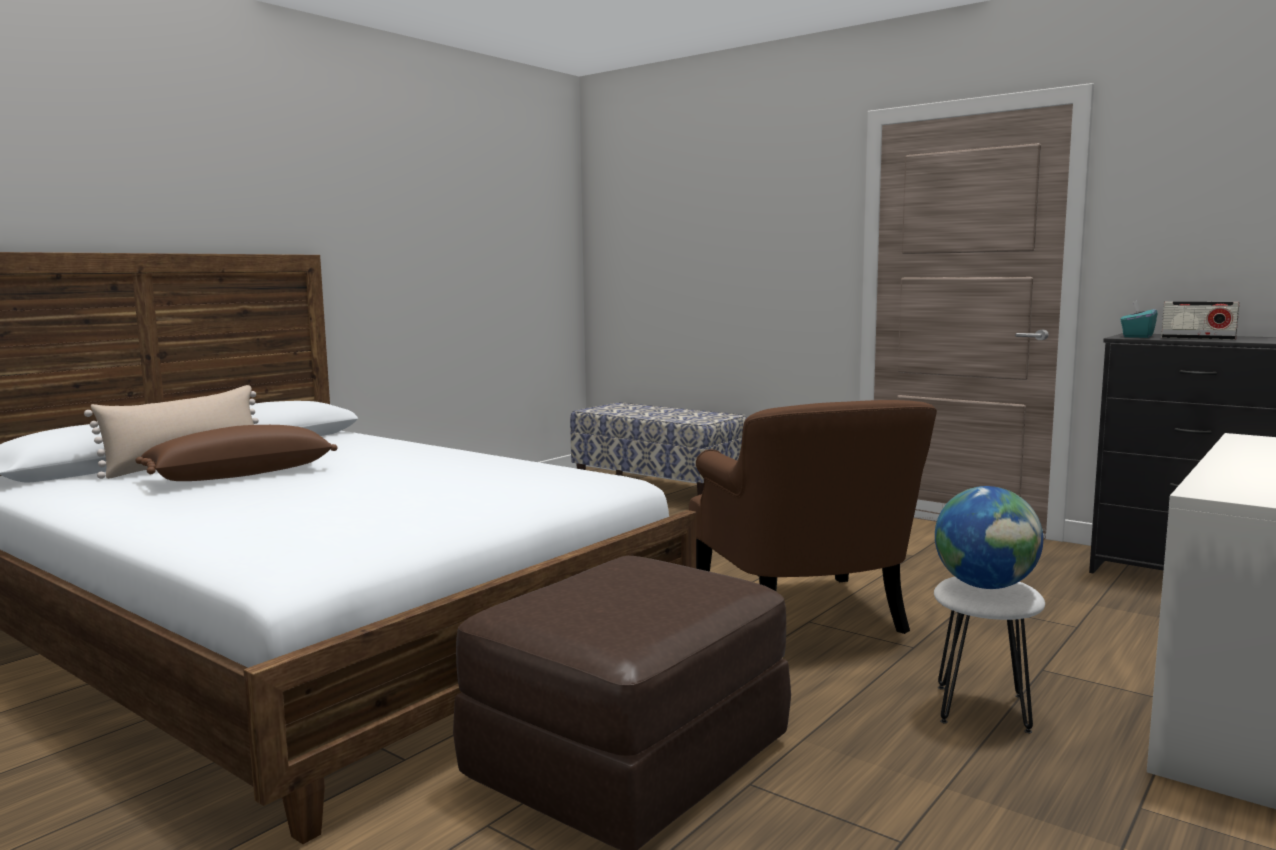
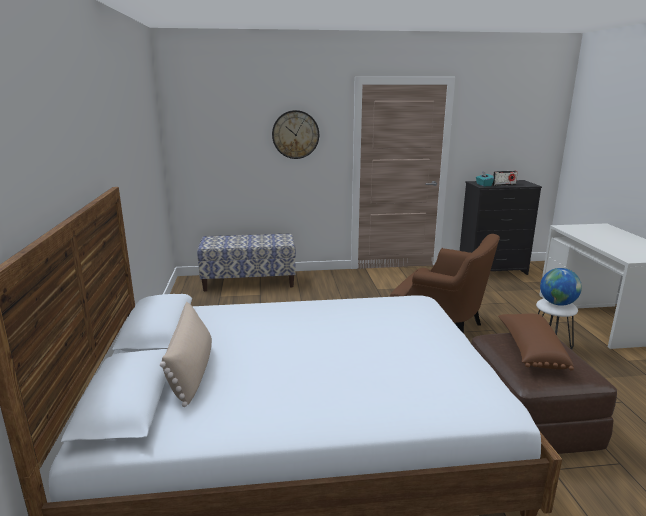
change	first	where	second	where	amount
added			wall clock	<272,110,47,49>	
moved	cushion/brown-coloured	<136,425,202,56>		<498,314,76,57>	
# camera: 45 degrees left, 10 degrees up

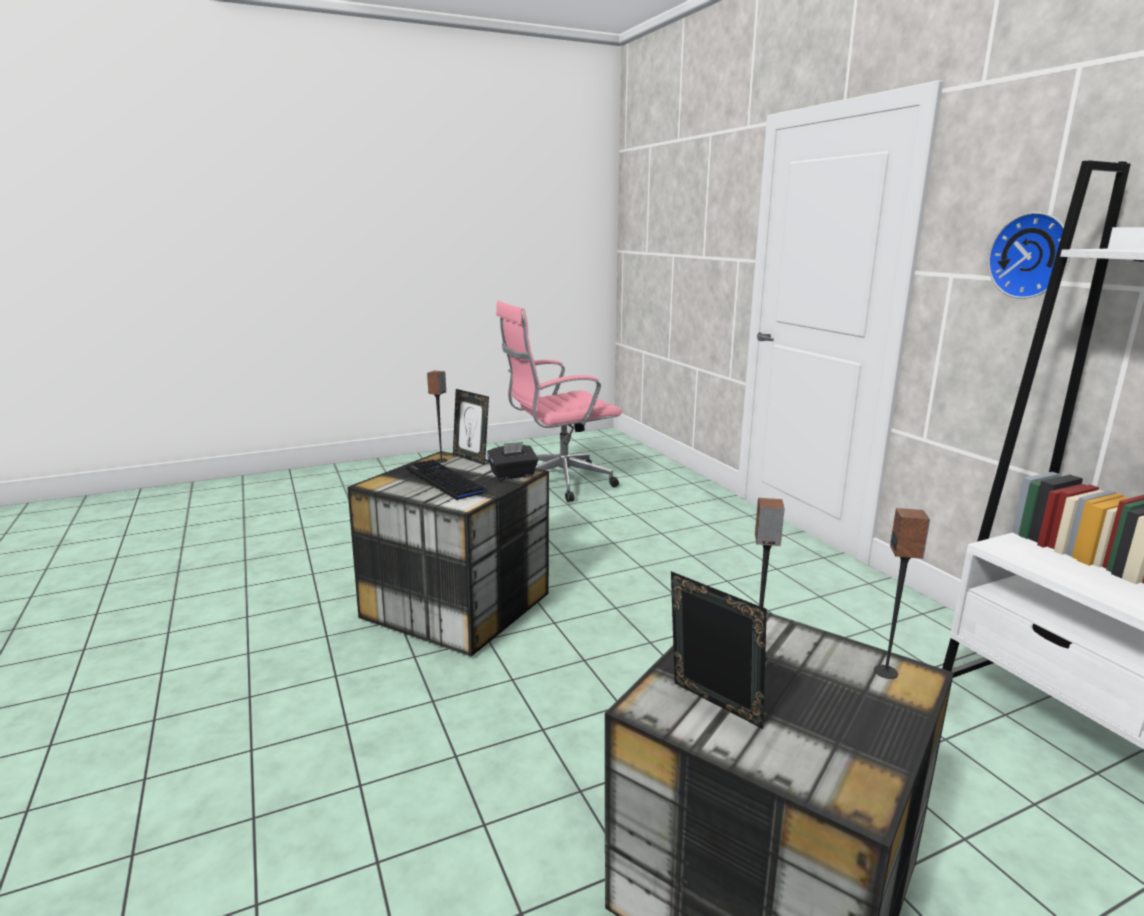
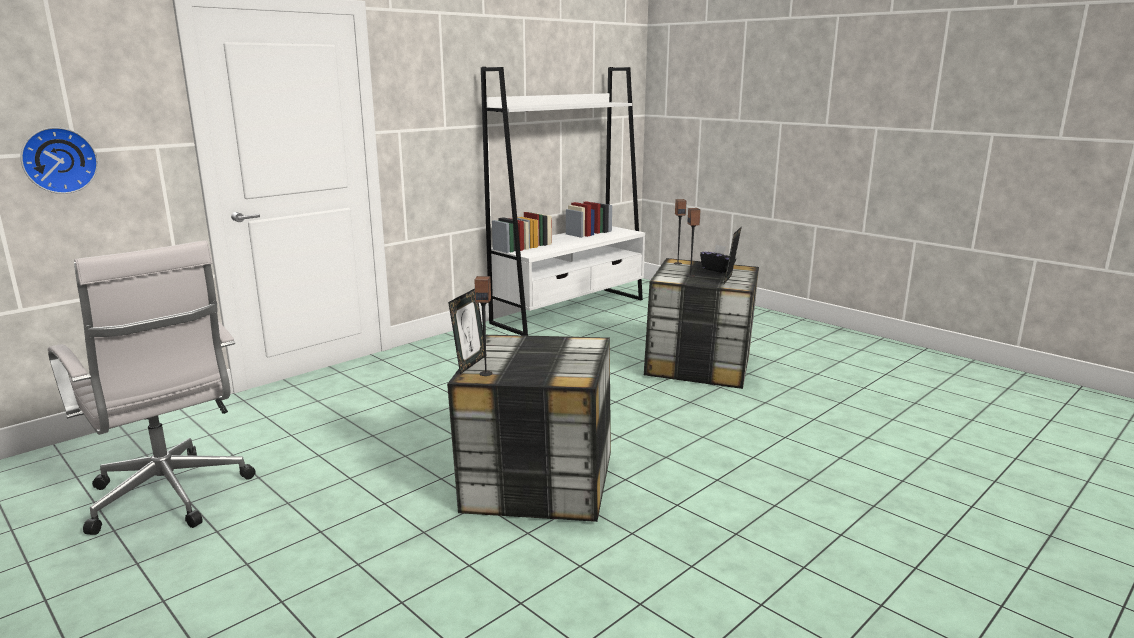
change	first	where	second	where	amount
removed	PC keyboard	<406,460,84,41>			
moved	tissue box/black-coloured	<487,442,51,38>		<700,244,36,29>	
moved	wall clock	<988,212,83,87>		<21,127,77,67>	
recoloured	computer chair/pink-coloured	<496,301,126,201>	computer chair/white	<48,240,208,295>	
# camera: 110 degrees left, 0 degrees up

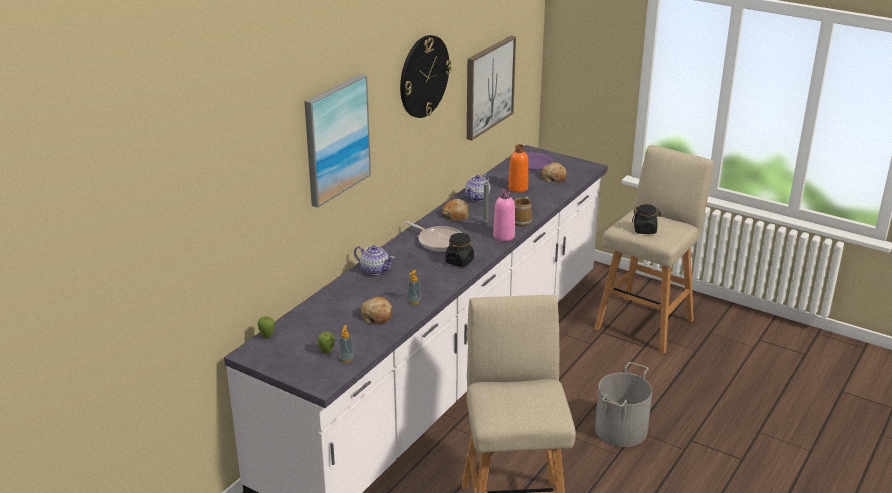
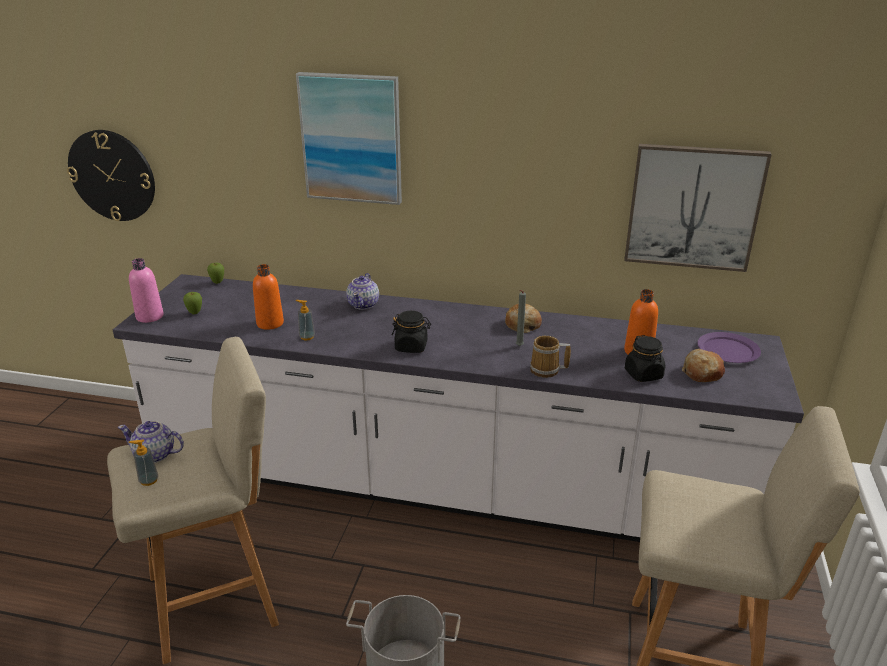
change	first	where	second	where	amount
removed	skillet	<405,221,56,31>			
moved	soap bottle	<339,325,15,38>		<129,439,29,47>	
moved	wall clock	<400,35,51,83>		<67,130,88,91>	
moved	tea pot	<465,174,25,28>		<118,421,66,42>	
moved	beverage bottle/pink-coloured	<493,189,22,52>		<129,258,34,65>	
moved	preserve jar/black-coloured	<632,204,29,30>		<625,335,40,47>	
replaced	bread	<360,297,32,27>	beverage bottle/orangey	<253,264,31,66>	
# camera: 70 degrees right, 0 degrees up

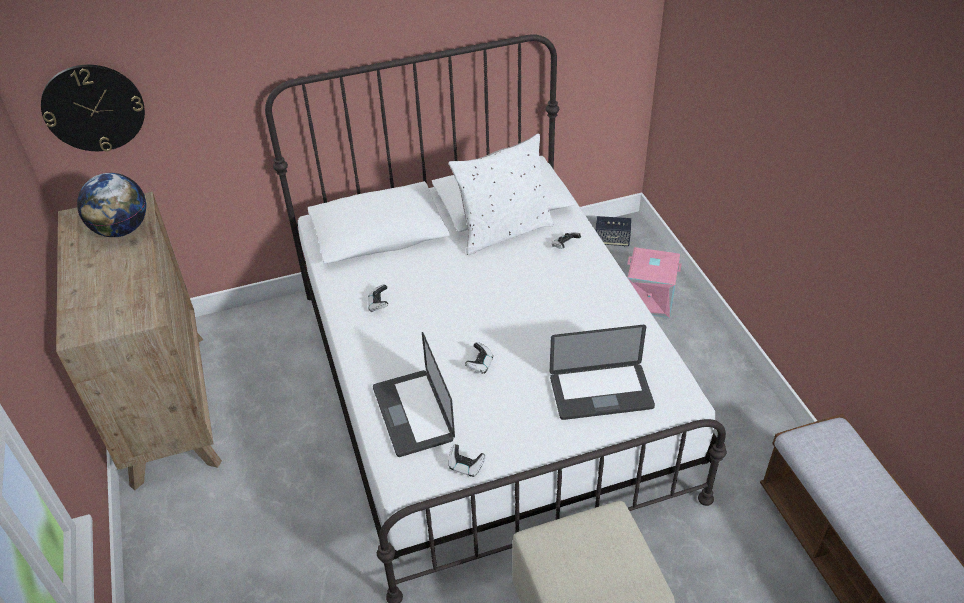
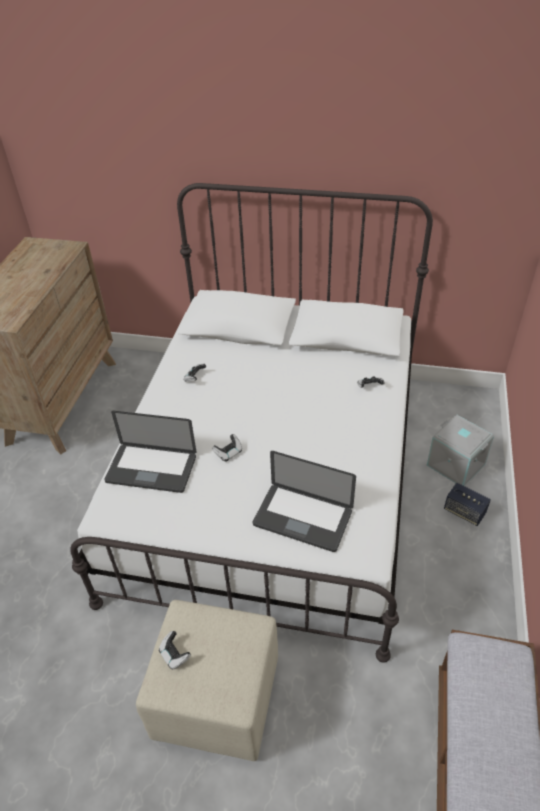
change	first	where	second	where	amount
removed	wall clock	<41,65,104,87>			
removed	desk globe	<77,173,69,64>			
removed	cushion/white	<448,134,106,121>			
moved	game controller	<448,444,38,33>		<159,631,32,38>	
moved	speaker	<596,216,35,30>		<444,483,47,43>	
recoloured	storage bin/pink-coloured	<627,247,55,71>	storage bin/gray	<427,415,67,71>	
turned	portable computer	<373,332,82,125>		<104,411,93,82>	90 degrees counterclockwise
# camera: 30 degrees right, 0 degrees up

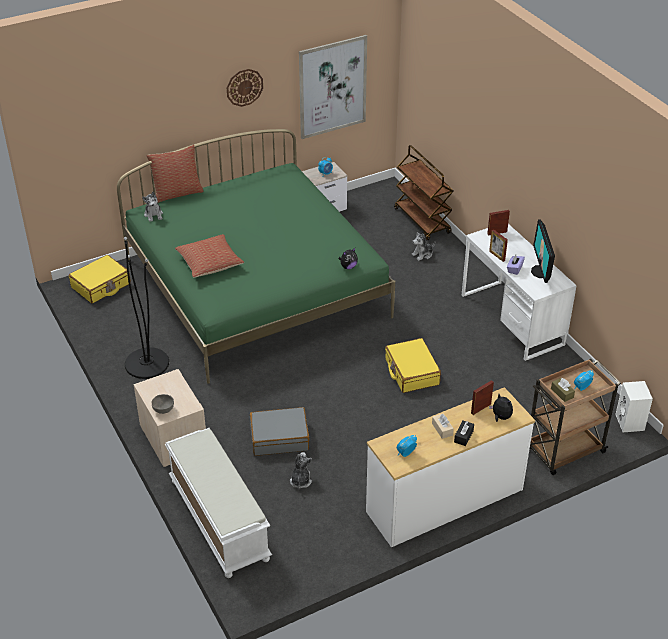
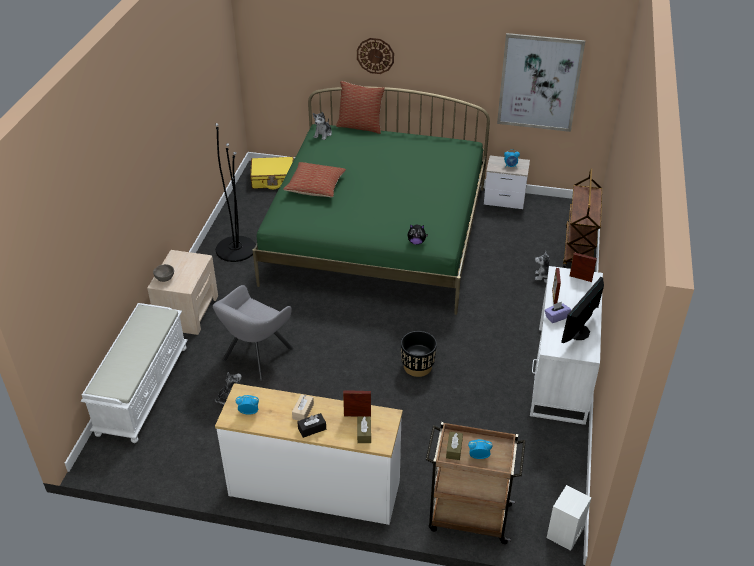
change	first	where	second	where	amount
moved	wall clock	<227,69,36,38>		<357,38,37,36>	
replaced	travel case/gray	<250,407,59,49>	lounge chair/gray	<213,285,81,96>	
replaced	travel case/yellow-coloured	<385,338,56,55>	flower pot/black-coloured	<401,331,36,46>	
replaced	plush toy	<489,394,24,28>	tissue box/brown-coloured	<357,416,14,27>	
# camera: 40 degrees right, 0 degrees up

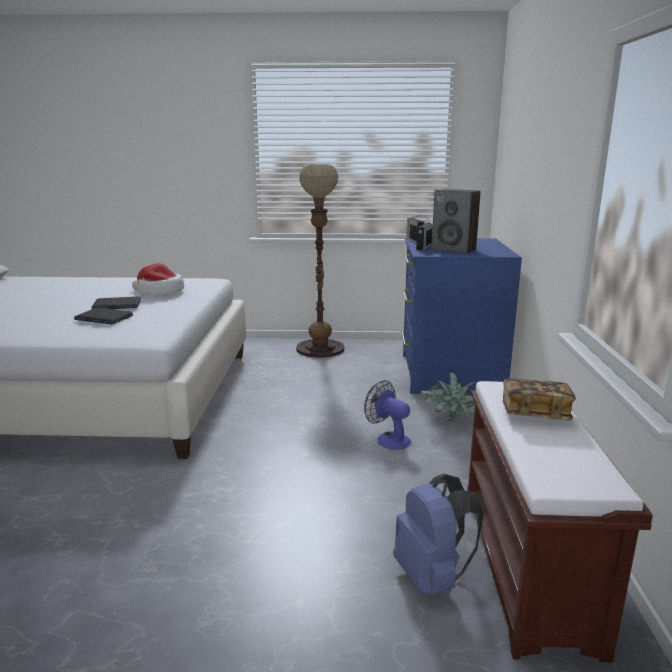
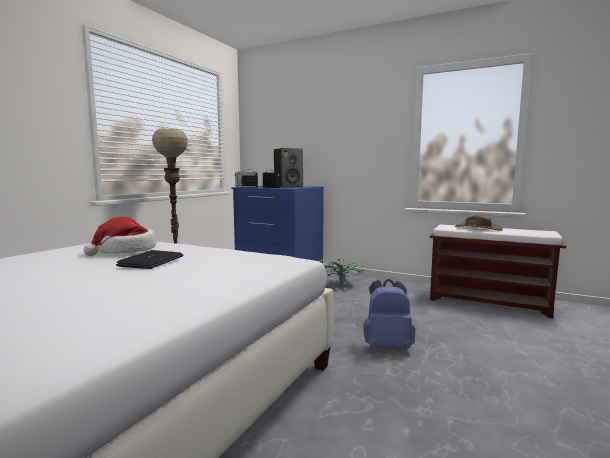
change	first	where	second	where	amount
removed	portable computer	<74,308,59,17>			
removed	electric fan	<364,380,47,70>			
moved	knapsack/blue-coloured	<393,474,91,121>		<363,279,52,70>	
replaced	book	<503,379,73,41>	clothing hat/brown-coloured	<455,215,48,16>	
# camera: 65 degrees left, 10 degrees down

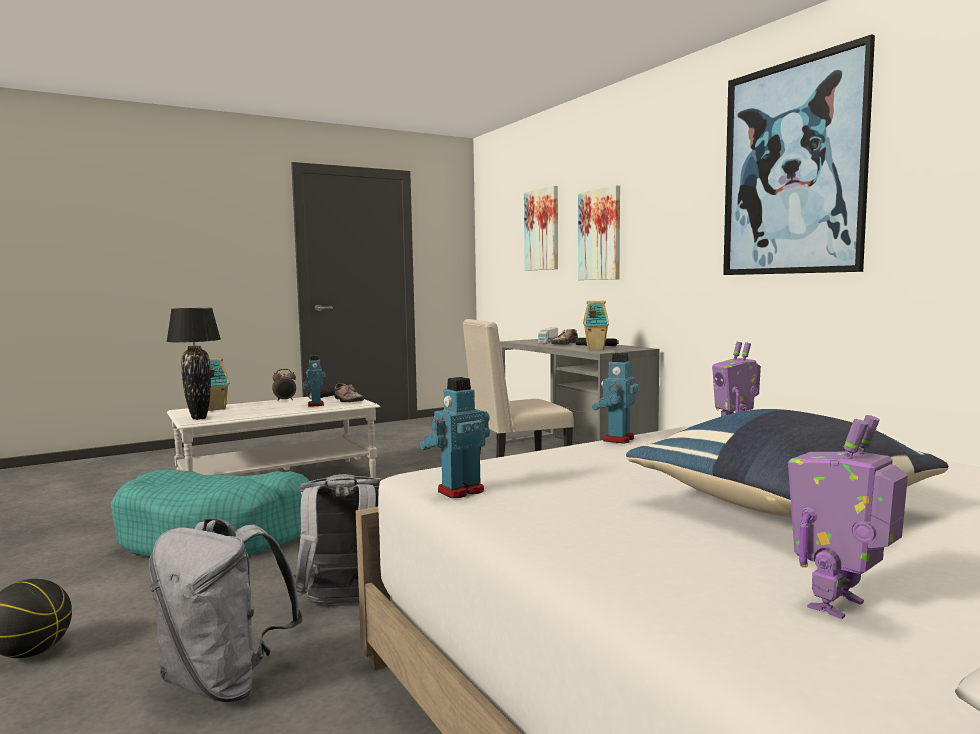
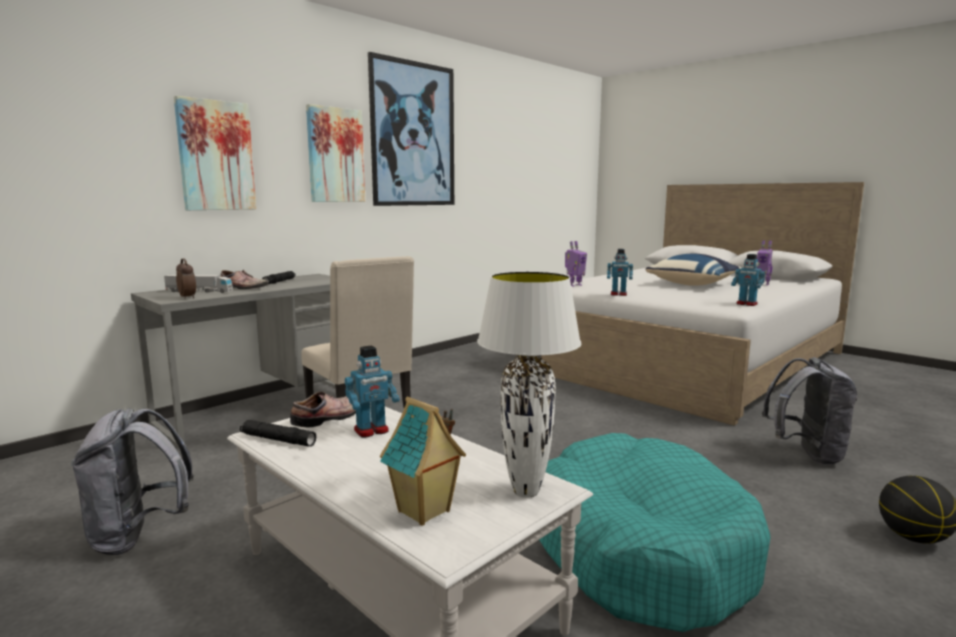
change	first	where	second	where	amount
removed	model house	<583,301,26,49>			
moved	alarm clock	<272,369,24,32>		<176,259,20,39>	
moved	knapsack/gray	<294,474,89,130>		<71,408,123,147>	
moved	wall art	<524,186,34,85>		<306,104,59,98>	
recoloured	tabletop lamp/black-coloured	<166,308,55,112>	tabletop lamp/white	<477,272,104,226>	
# camera: 105 degrees left, 5 degrees up

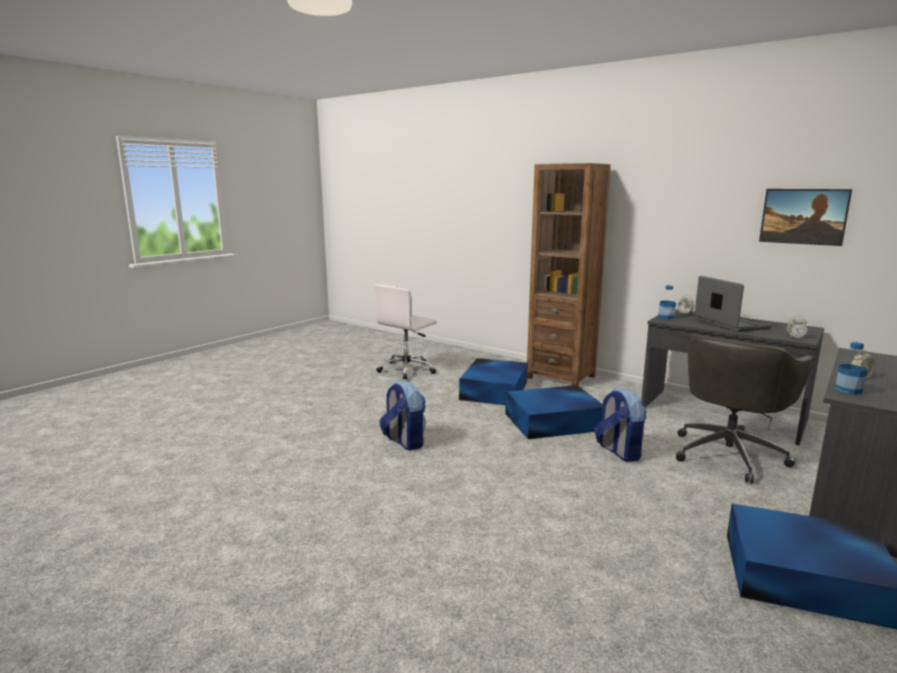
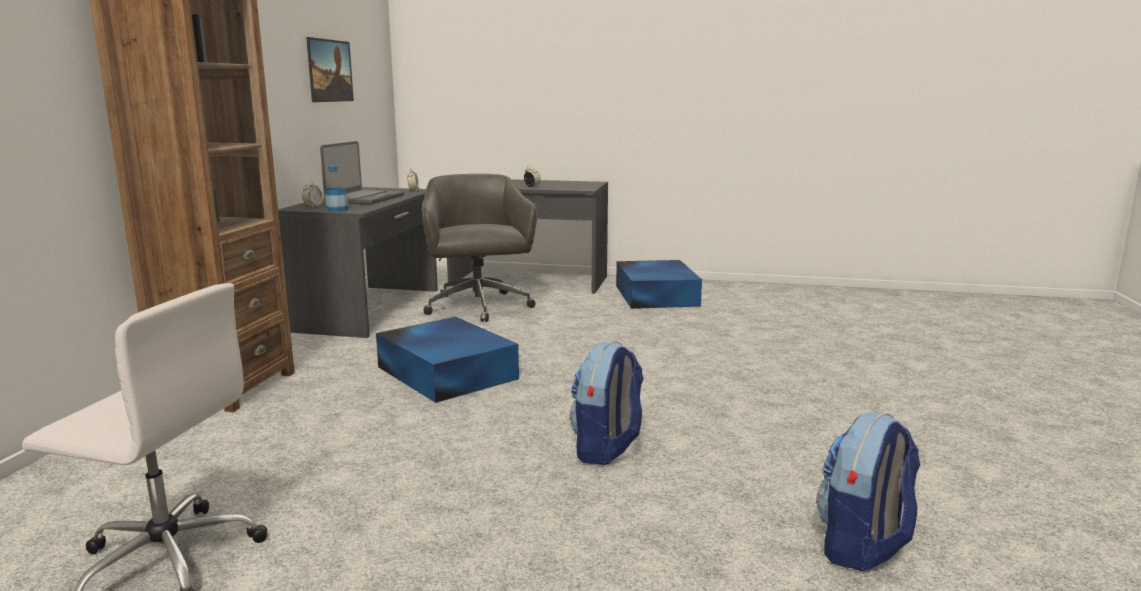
change	first	where	second	where	amount
removed	storage bin/blue-coloured	<459,358,69,47>			
removed	beverage bottle	<835,342,33,53>			
moved	knapsack	<595,387,52,74>		<816,412,105,159>	
turned	computer chair/gray	<676,334,138,150>		<422,174,115,148>	120 degrees counterclockwise
turned	portable computer	<694,276,77,56>		<320,141,84,63>	150 degrees clockwise
# camera: 115 degrees left, 0 degrees up

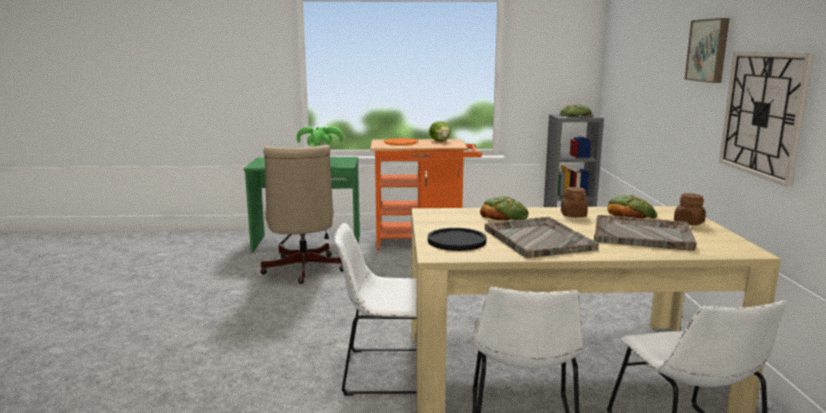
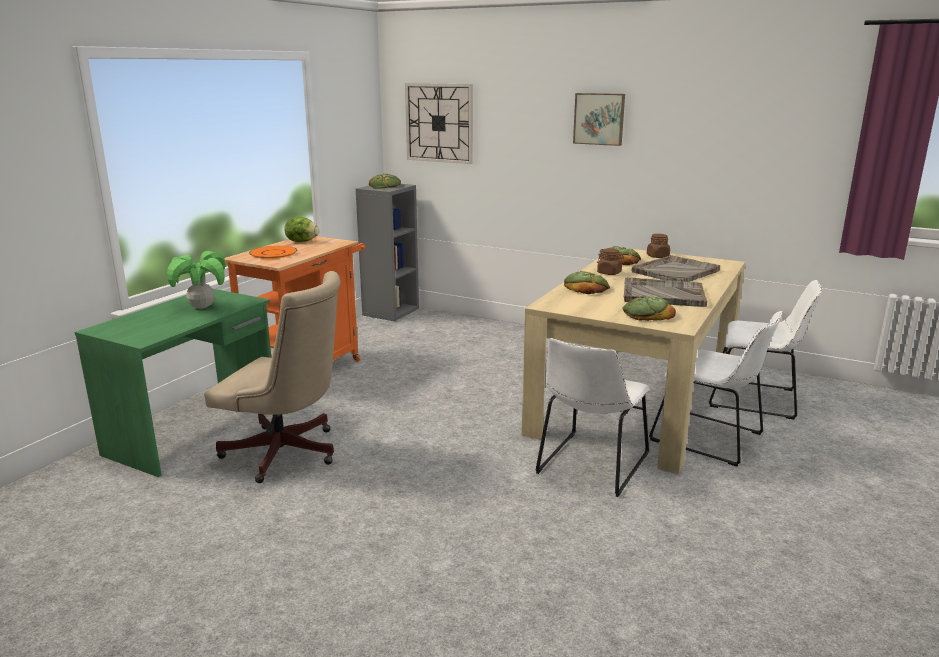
change	first	where	second	where	amount
moved	wall clock	<719,52,96,135>		<405,83,68,81>	
replaced	flat dish/black-coloured	<428,228,58,23>	bread	<622,296,54,25>	
# camera: 60 degrees left, 5 degrees up

